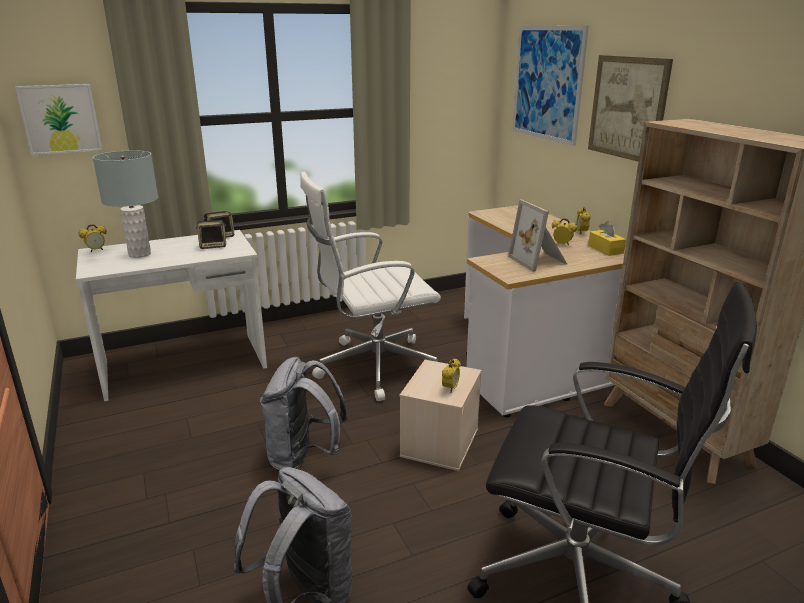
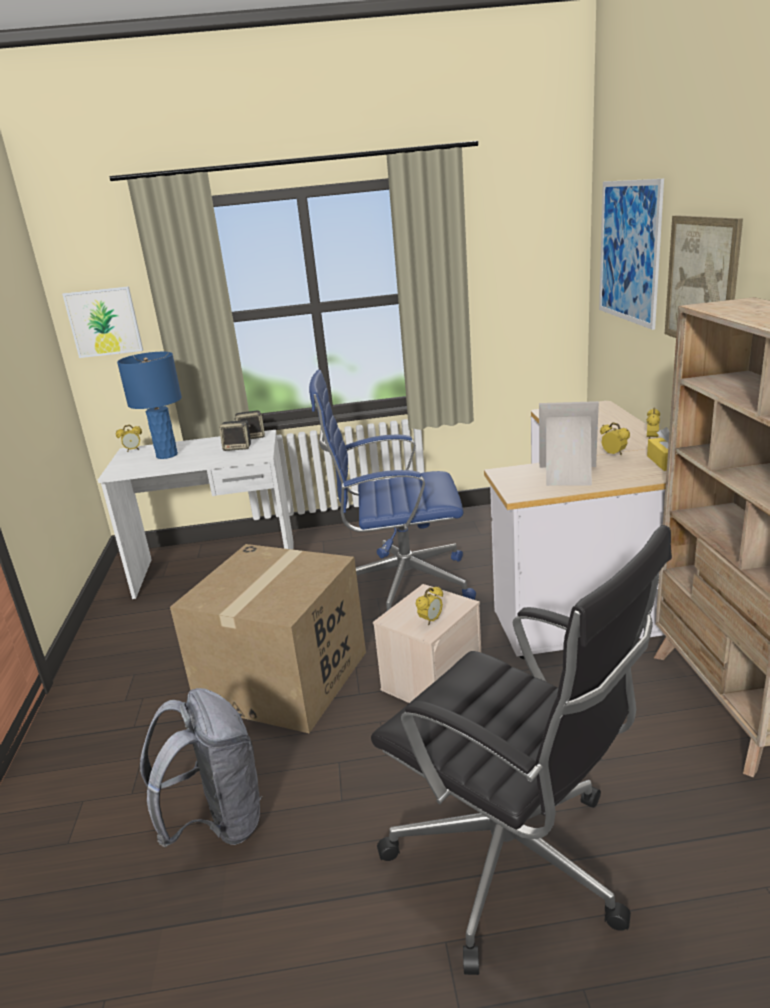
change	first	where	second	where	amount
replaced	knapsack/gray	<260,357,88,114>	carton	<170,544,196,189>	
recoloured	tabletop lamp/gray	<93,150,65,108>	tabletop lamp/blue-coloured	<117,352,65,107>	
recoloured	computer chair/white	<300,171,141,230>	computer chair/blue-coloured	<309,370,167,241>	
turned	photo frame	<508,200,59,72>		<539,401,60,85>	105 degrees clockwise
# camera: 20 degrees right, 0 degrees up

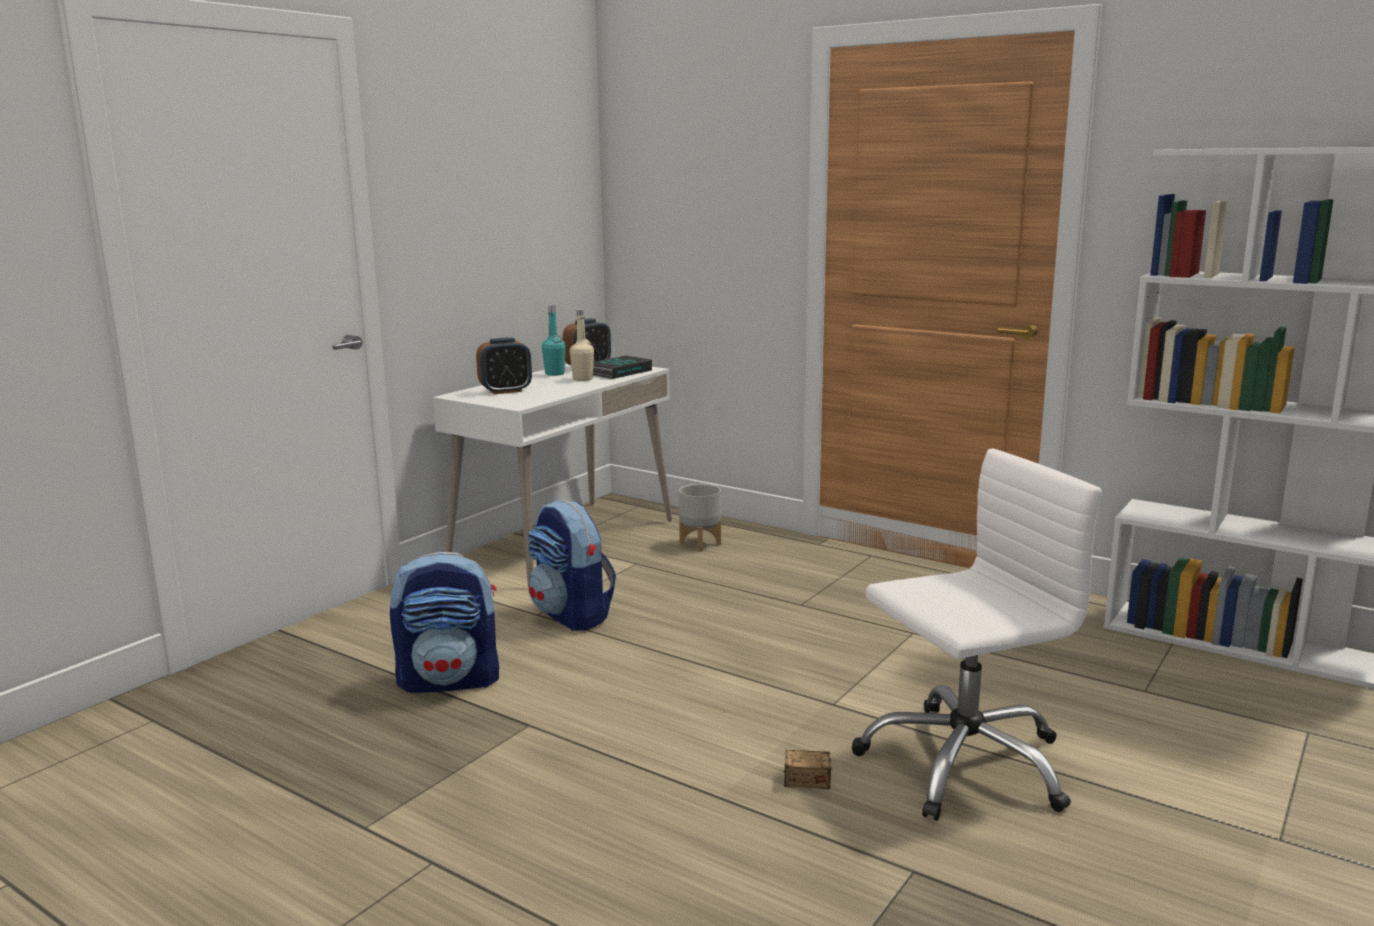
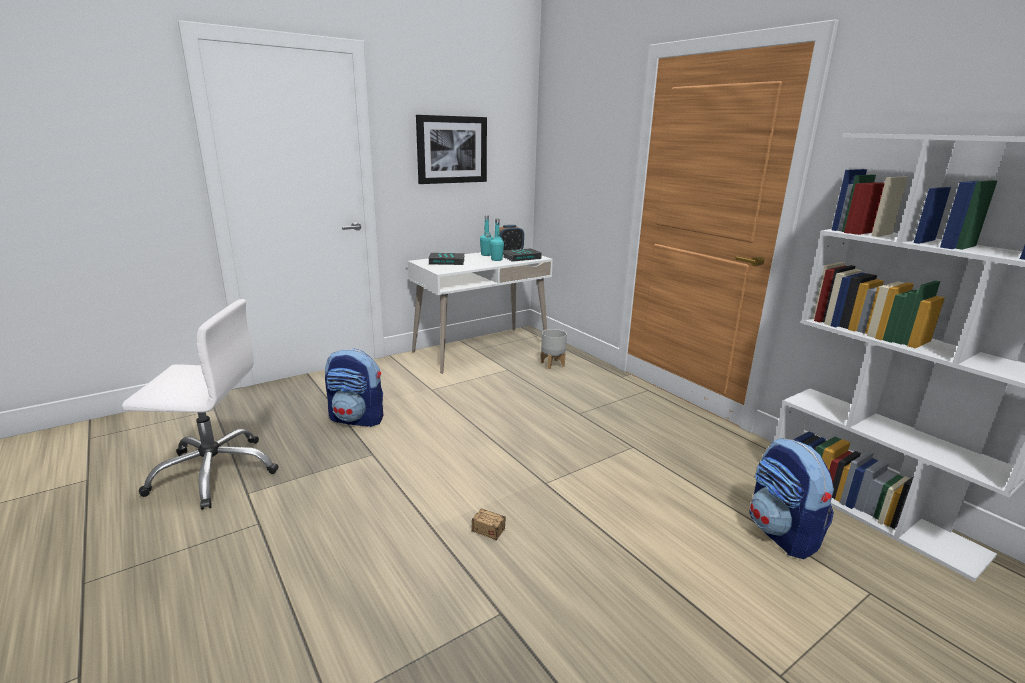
change	first	where	second	where	amount
added			wall art	<416,115,71,69>	
moved	knapsack	<527,500,89,131>		<749,438,85,121>	
moved	computer chair/white	<852,448,250,373>		<122,299,157,211>	
replaced	alarm clock	<476,337,56,57>	book	<429,253,36,12>	
recoloured	beverage bottle/beige-coloured	<570,309,24,72>	beverage bottle/turquoise-coloured	<490,219,14,42>	
# camera: 20 degrees right, 5 degrees up

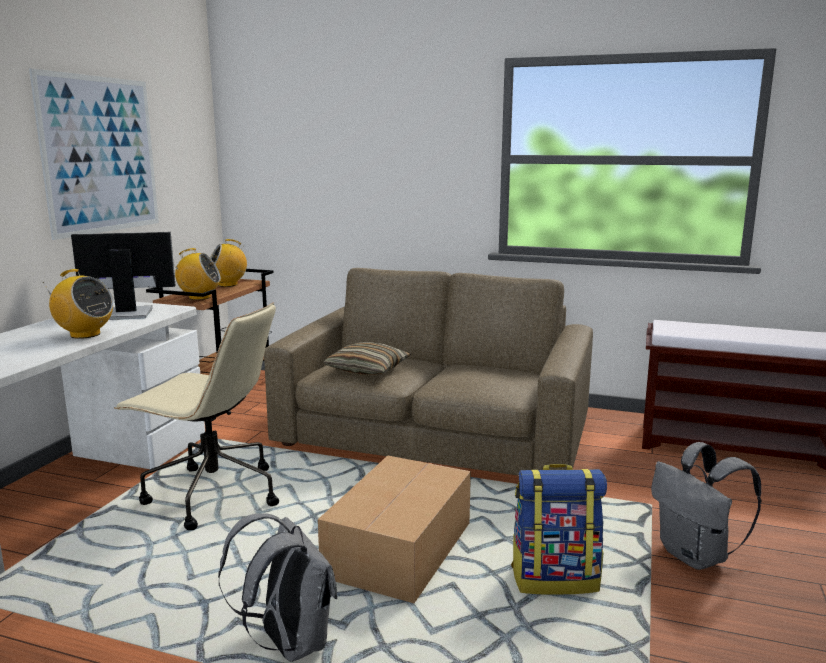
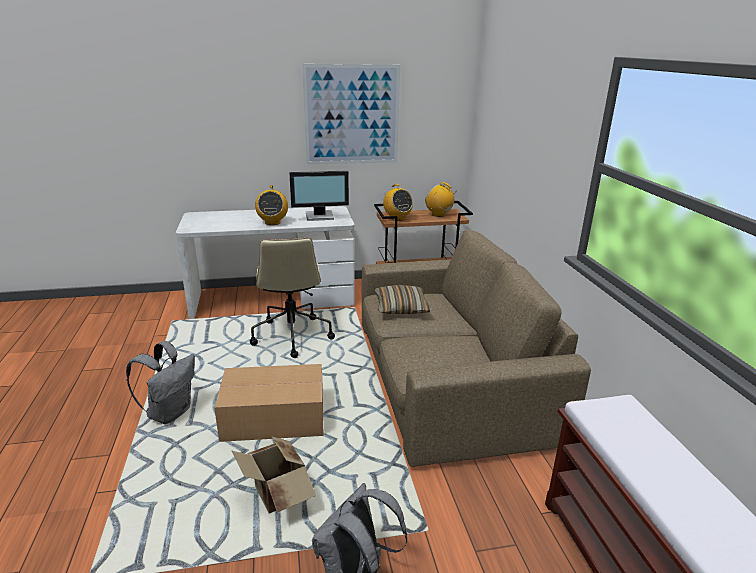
change	first	where	second	where	amount
replaced	knapsack	<511,464,96,131>	carton	<231,436,85,77>	
turned	monitor	<71,232,105,88>		<289,171,60,50>	120 degrees clockwise
# camera: 60 degrees right, 10 degrees up

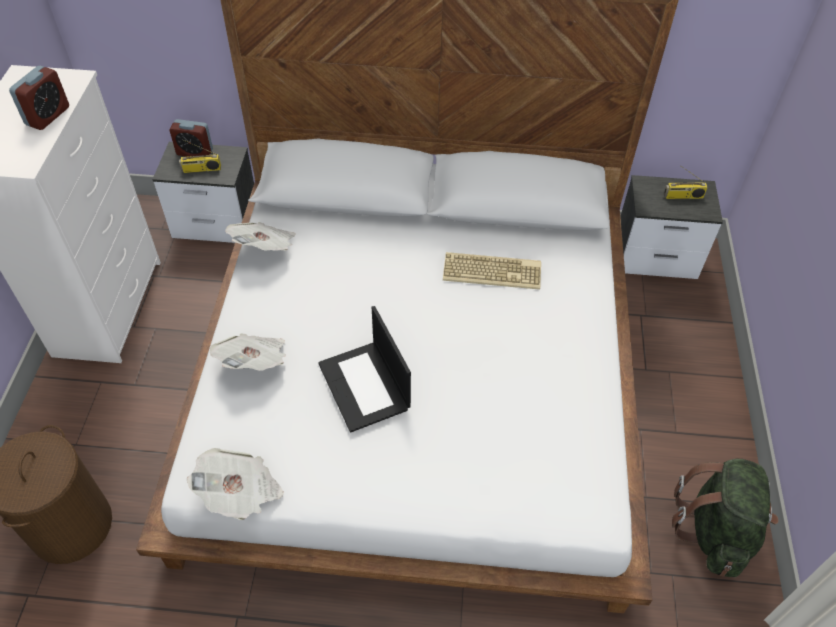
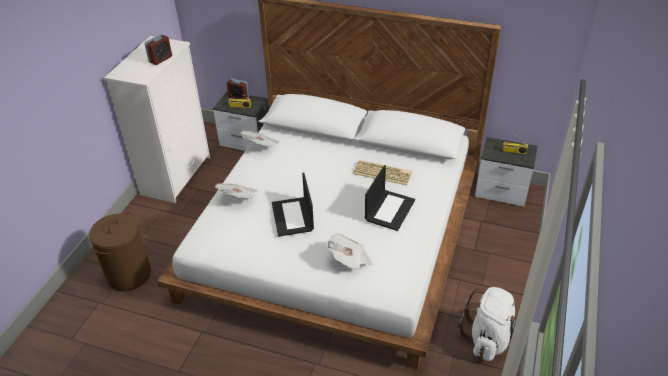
change	first	where	second	where	amount
added			portable computer	<365,165,50,66>	
moved	newspaper	<187,448,97,72>		<326,234,47,34>	
recoloured	knapsack/green	<672,459,107,118>	knapsack/white	<458,287,58,74>	
# camera: 15 degrees right, 10 degrees down

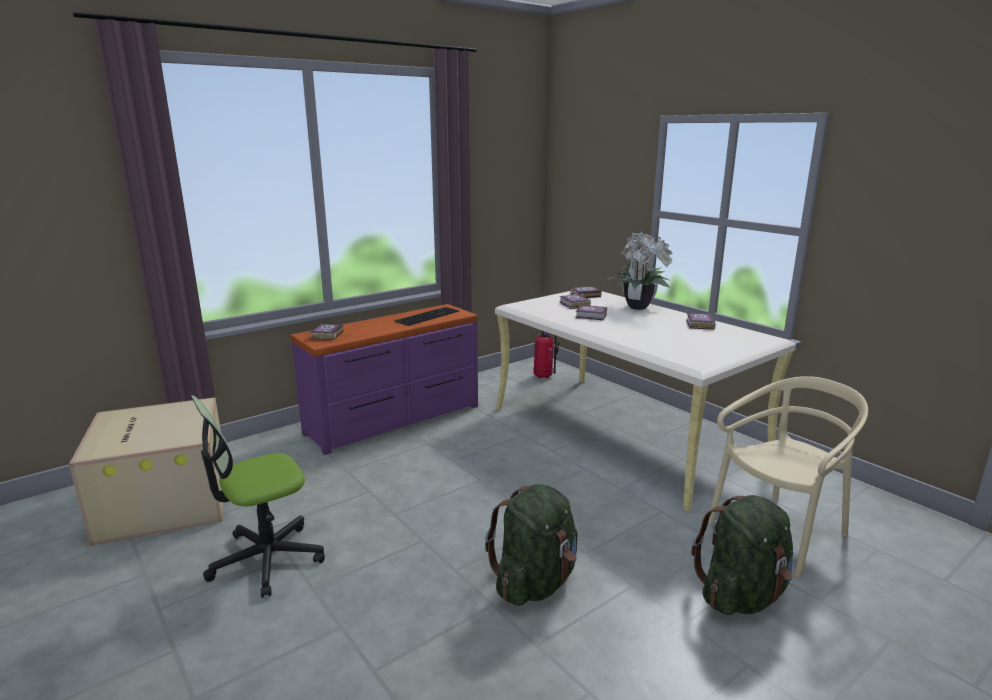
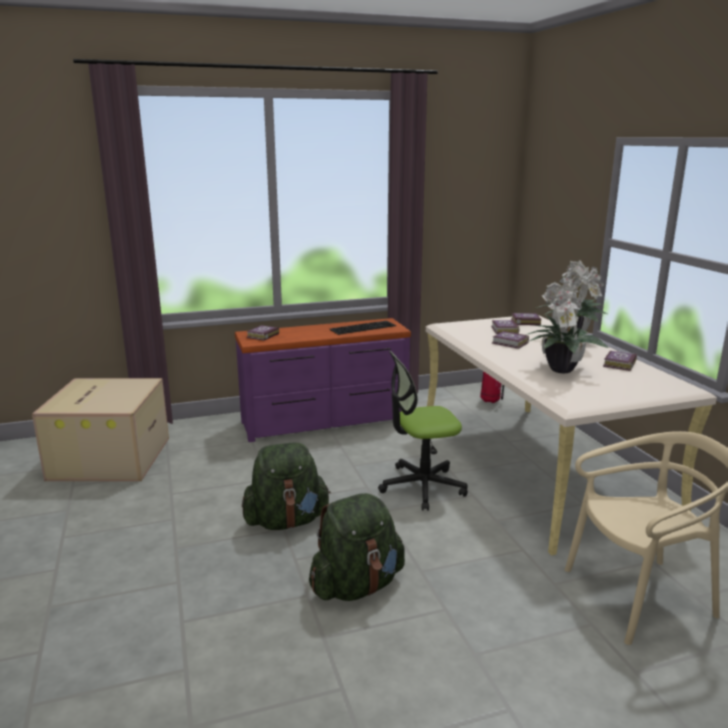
change	first	where	second	where	amount
added			plant in a pot	<526,282,83,91>	
moved	computer chair	<191,395,134,203>		<378,351,90,160>	
moved	knapsack/green	<691,495,102,120>		<242,442,89,88>	
# camera: 20 degrees right, 0 degrees up

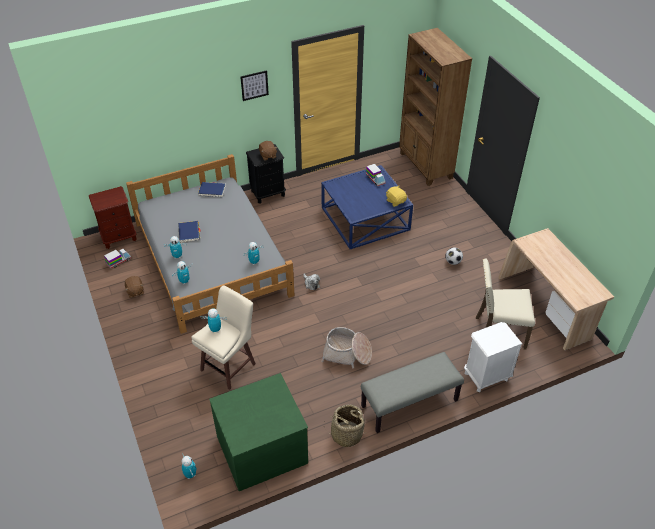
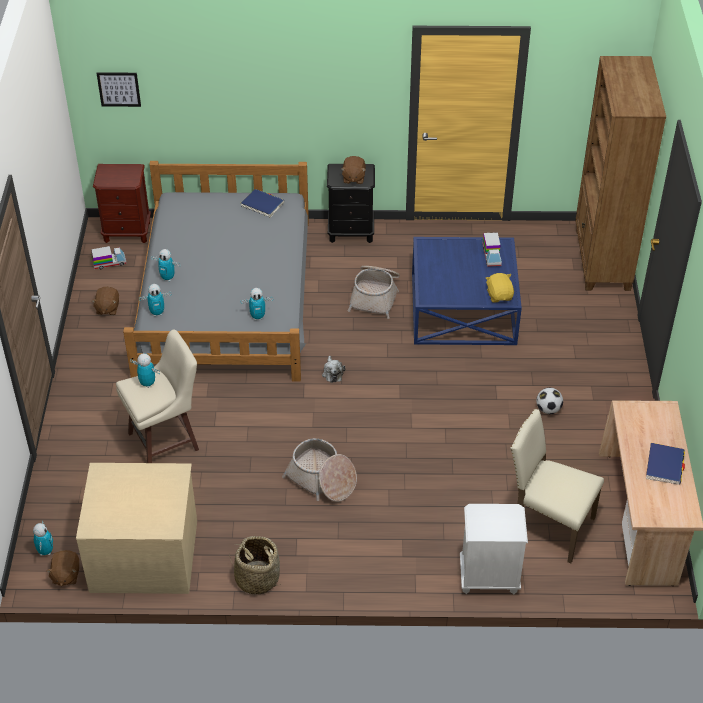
change	first	where	second	where	amount
removed	long seat/gray	<361,352,103,81>			
added			plush toy/brown-coloured	<46,550,33,36>	
added			basket	<348,266,52,53>	
moved	book/blue-coloured	<178,221,22,22>		<646,443,39,42>	
moved	wall art	<240,70,29,31>		<97,72,44,35>	
recoloured	chest of drawers/green	<209,373,99,118>	chest of drawers/beige-coloured	<76,463,121,131>	
# camera: 25 degrees right, 0 degrees up

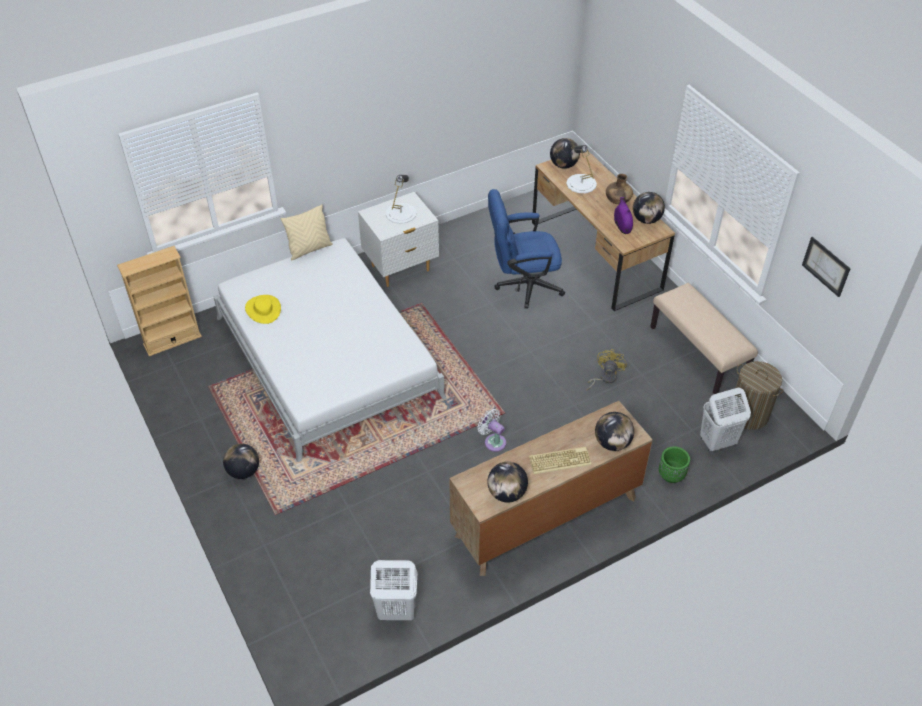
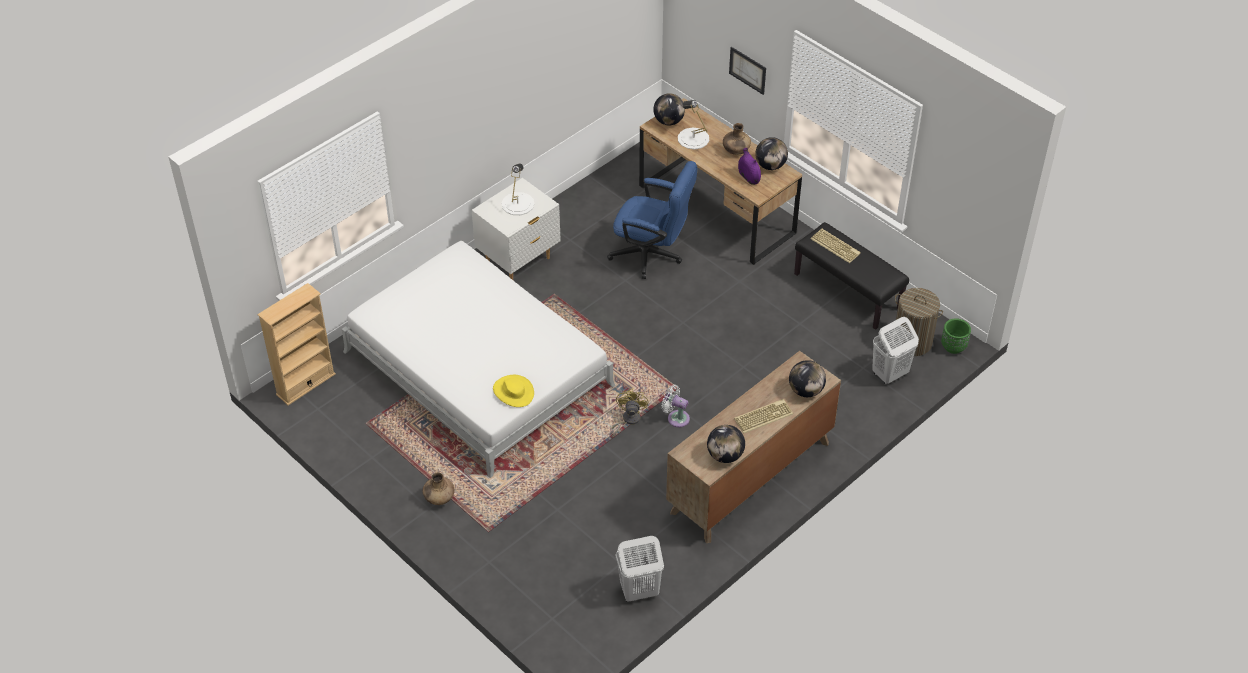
change	first	where	second	where	amount
removed	cushion/beige-coloured	<281,204,52,57>			
added			PC keyboard	<811,229,50,34>	
moved	clothing hat/yellow-coloured	<245,295,36,29>		<493,375,41,32>	
moved	electric fan/yellow-coloured	<586,349,41,42>		<611,389,37,48>	
moved	flower pot/green	<659,446,31,37>		<941,318,30,36>	
moved	wall art	<802,237,48,60>		<729,47,37,48>	
replaced	desk globe	<223,443,36,36>	flower vase/brown-coloured	<423,472,31,33>	
recoloured	long seat/beige-coloured	<650,283,108,111>	long seat/black-coloured	<794,222,115,108>	
turned	computer chair/blue-coloured	<488,189,77,119>		<607,161,90,118>	135 degrees counterclockwise
# camera: 15 degrees left, 0 degrees up

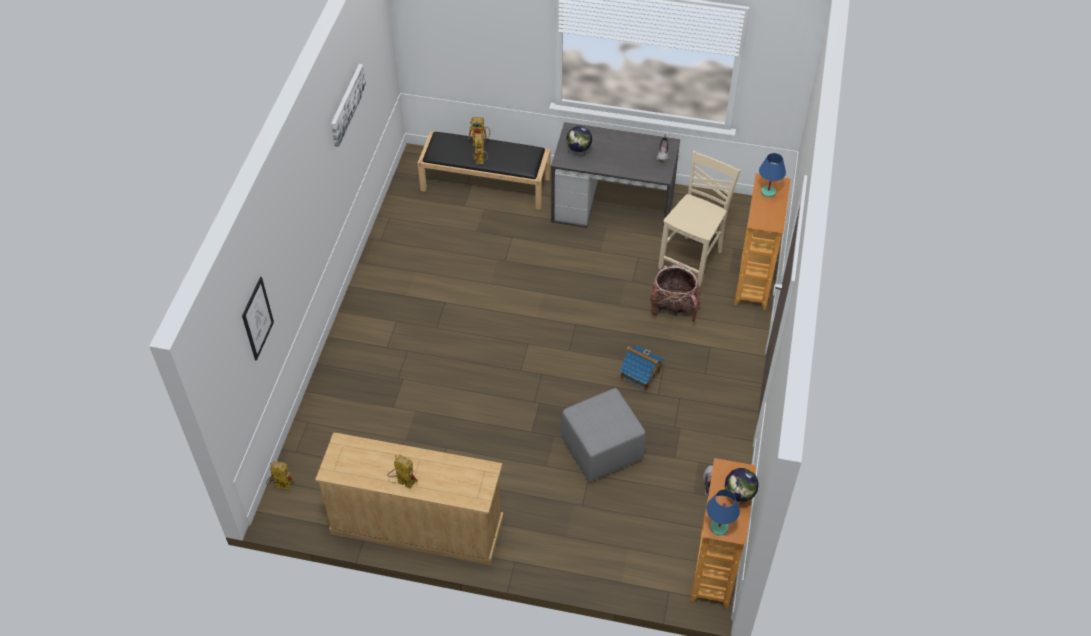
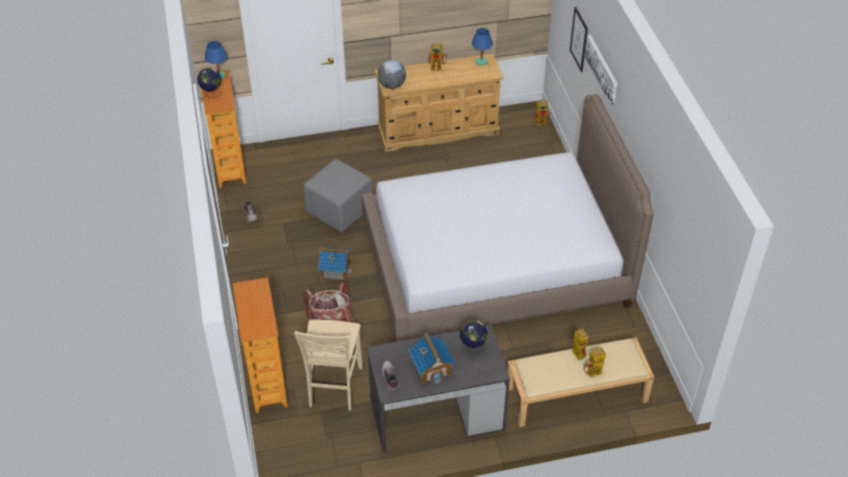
change	first	where	second	where	amount
added			sleeping bed	<362,94,292,247>	
added			desk globe	<378,60,28,29>	
added			model house	<408,333,47,51>	
moved	wall art	<331,64,35,83>		<585,35,32,70>	
moved	tabletop lamp/blue-coloured	<759,153,27,45>		<472,28,21,38>	
recoloured	long seat/black-coloured	<418,131,132,79>	long seat/beige-coloured	<507,338,147,89>	
# camera: 155 degrees right, 5 degrees down

